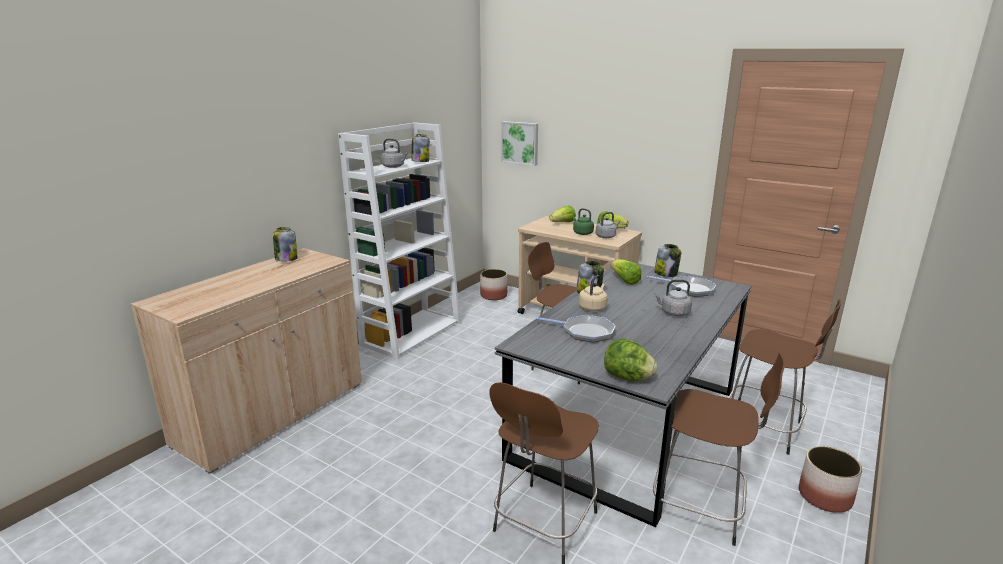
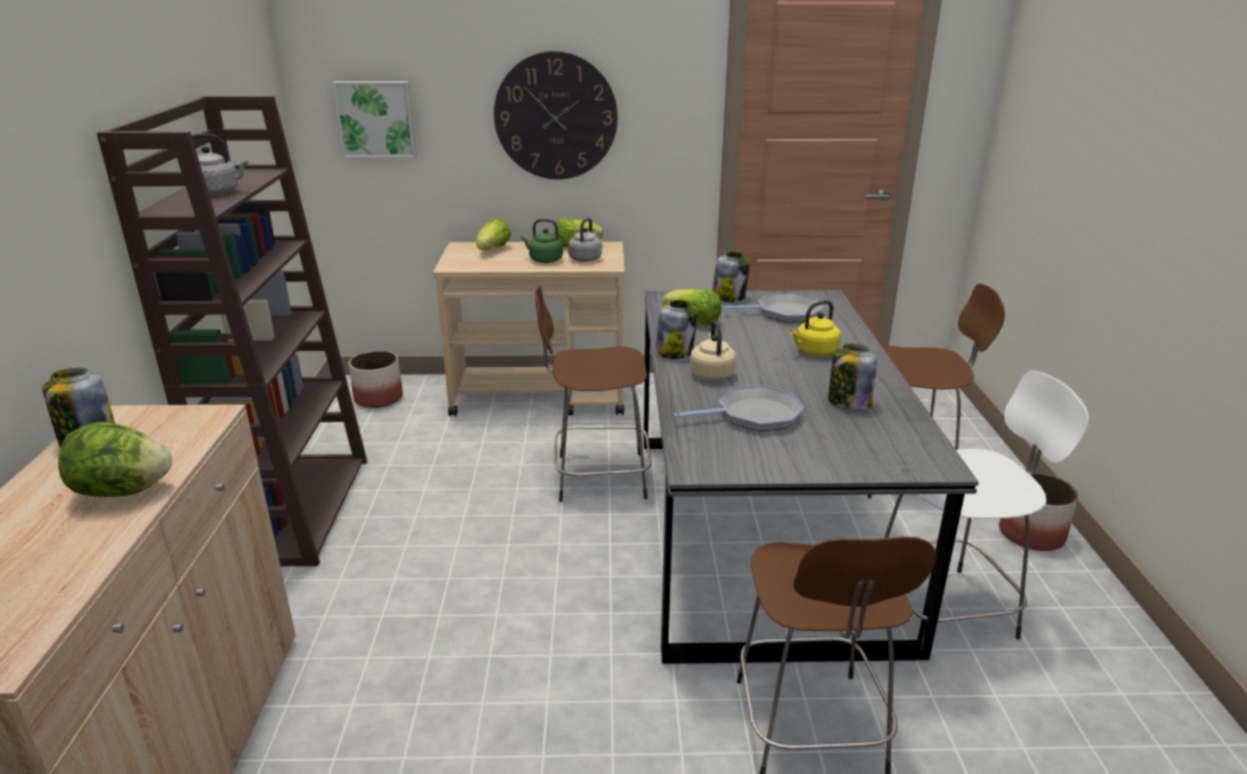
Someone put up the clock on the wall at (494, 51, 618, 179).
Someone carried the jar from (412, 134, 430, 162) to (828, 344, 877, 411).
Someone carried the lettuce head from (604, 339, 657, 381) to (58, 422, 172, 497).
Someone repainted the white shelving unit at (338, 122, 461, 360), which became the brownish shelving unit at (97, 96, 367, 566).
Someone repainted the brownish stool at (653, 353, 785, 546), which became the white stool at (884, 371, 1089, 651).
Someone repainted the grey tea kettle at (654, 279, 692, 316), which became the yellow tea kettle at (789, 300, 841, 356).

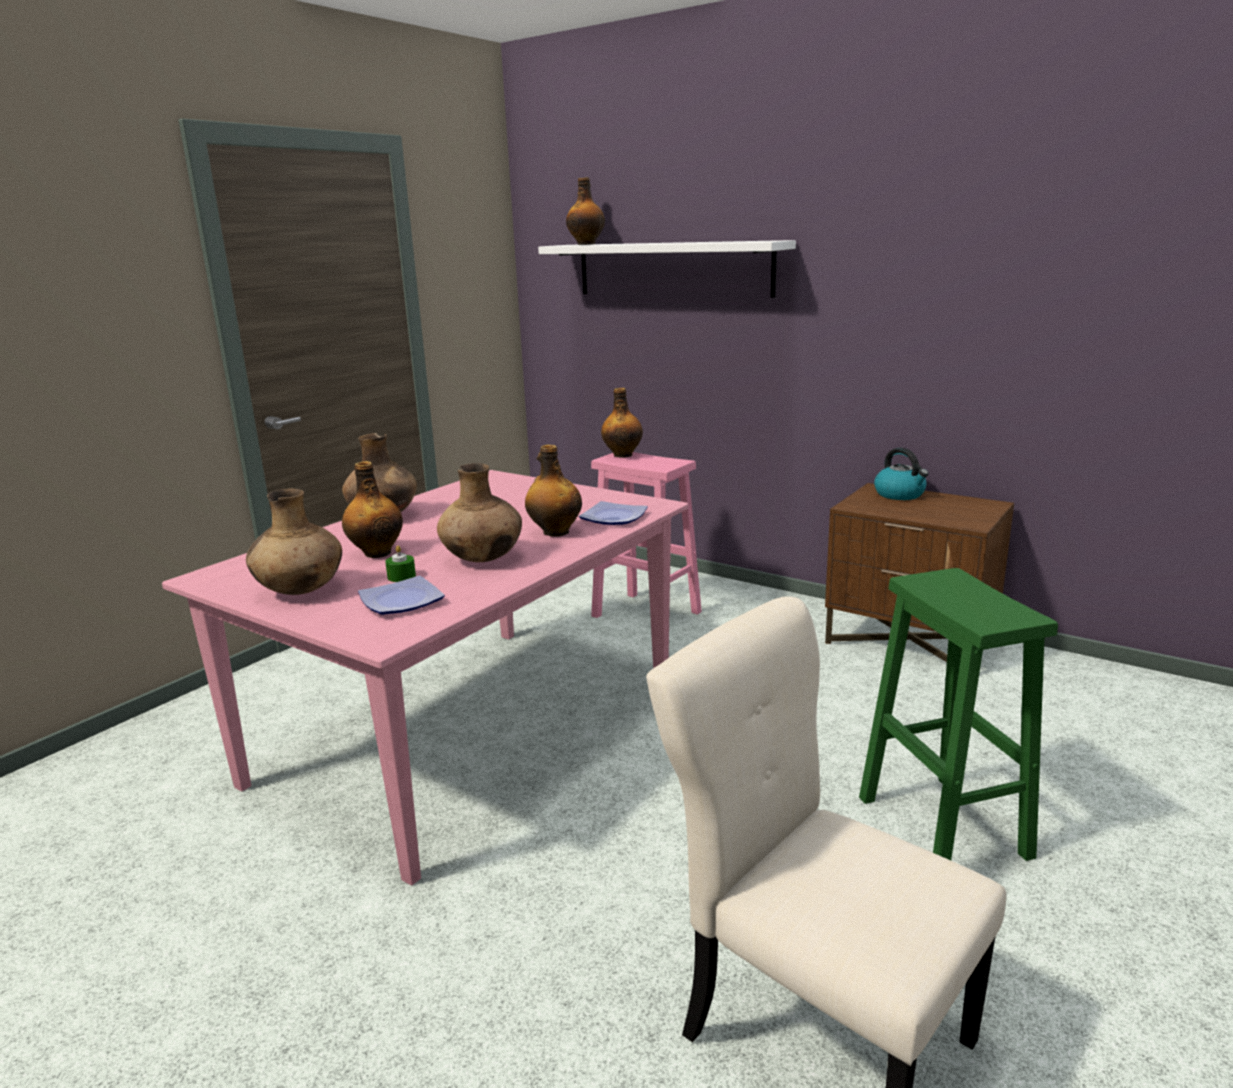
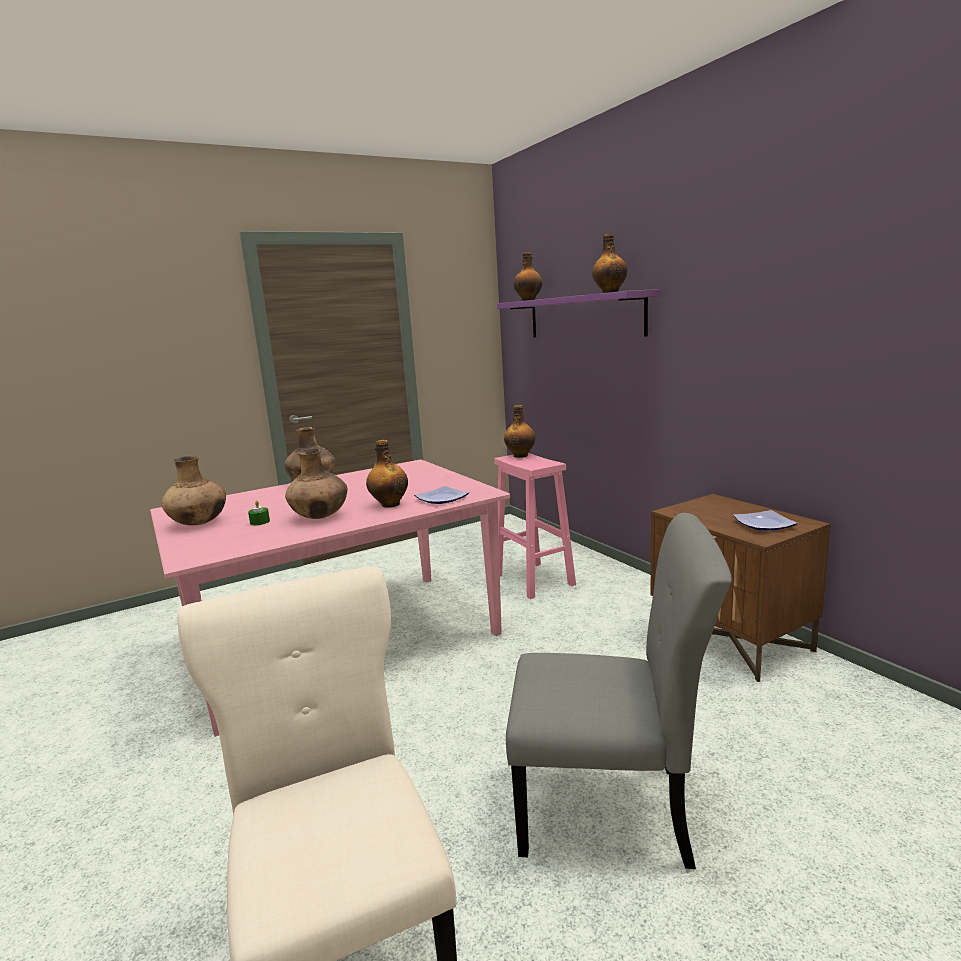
Someone took away the tea kettle at (874, 448, 929, 500).
Someone carried the drink bottle from (342, 461, 403, 558) to (592, 234, 627, 293).
Someone carried the plate from (358, 576, 445, 615) to (733, 510, 798, 530).
Someone swapped the greenish stool at (859, 568, 1058, 861) for the grey plain chair at (506, 513, 732, 869).
Someone repainted the white shelf at (538, 240, 796, 298), which became the purple-coloured shelf at (497, 289, 660, 337).

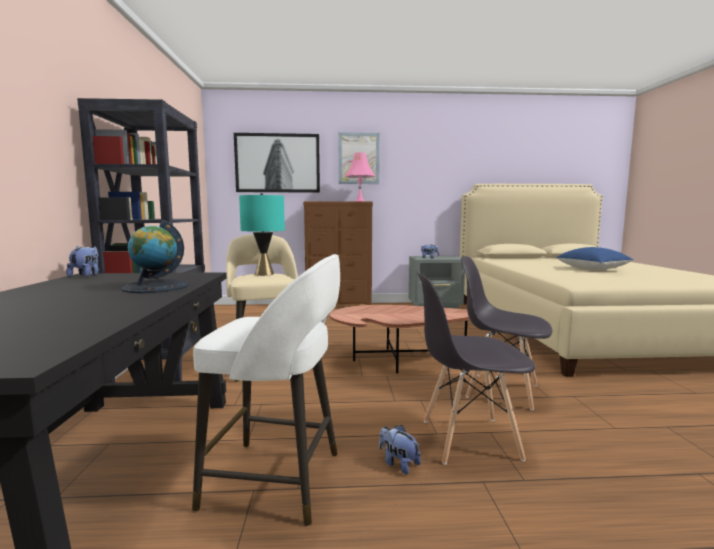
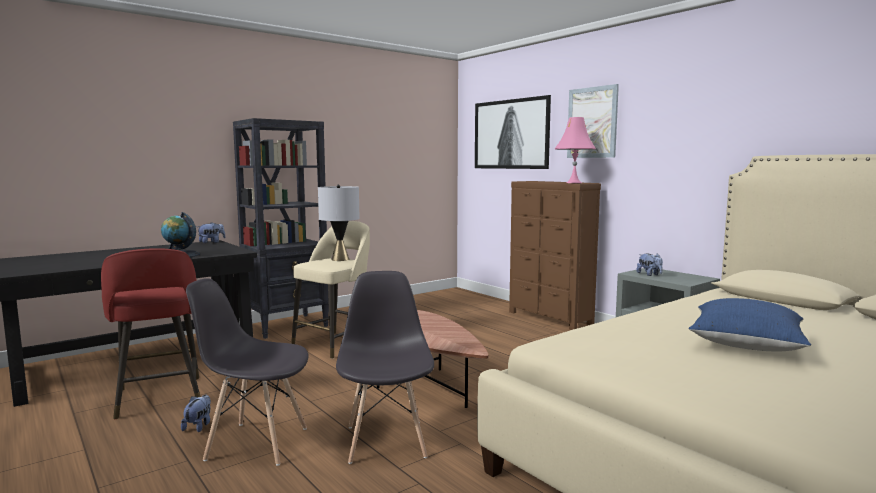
Someone repainted the white stool at (192, 254, 340, 526), which became the red stool at (101, 248, 201, 419).
Someone repainted the turquoise-coloured lamp for a table at (239, 193, 285, 276), which became the grey lamp for a table at (318, 184, 360, 261).
Someone rotated the grey plain chair at (416, 271, 536, 465) by 45 degrees counterclockwise.

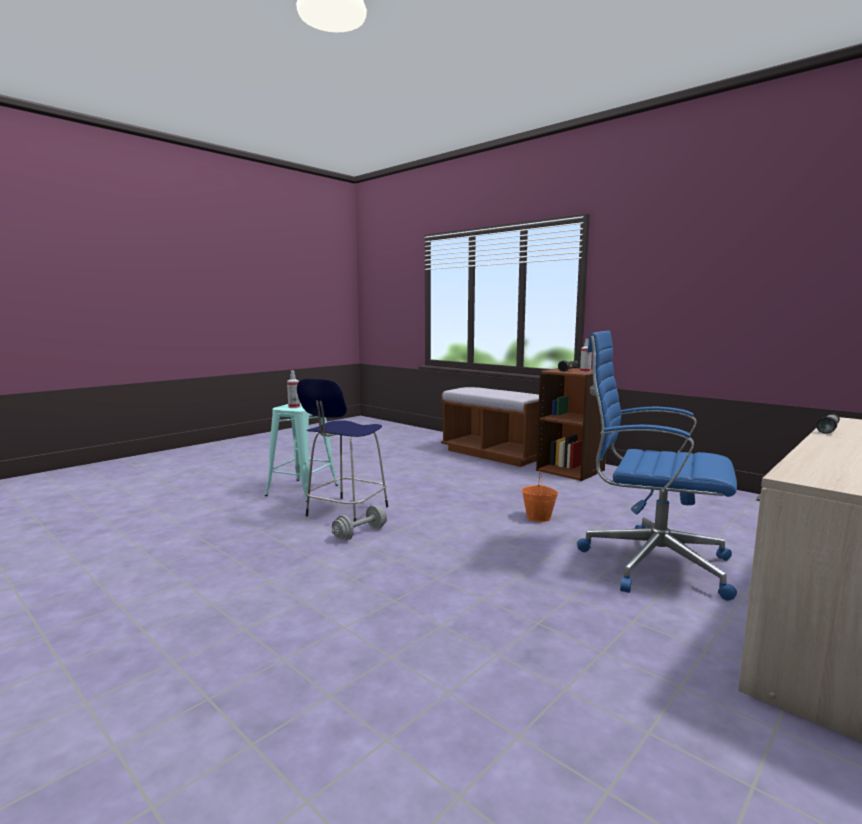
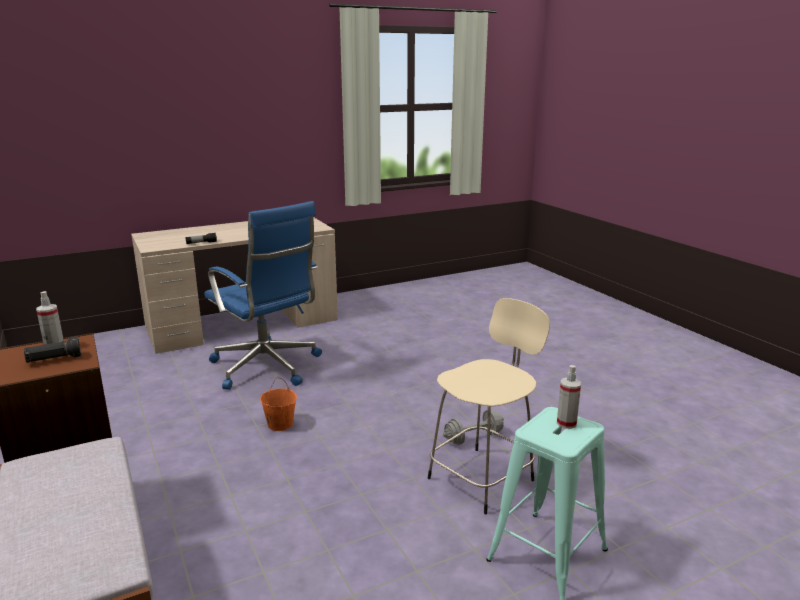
Someone repainted the bluish stool at (297, 378, 388, 522), which became the beige stool at (428, 298, 550, 514).

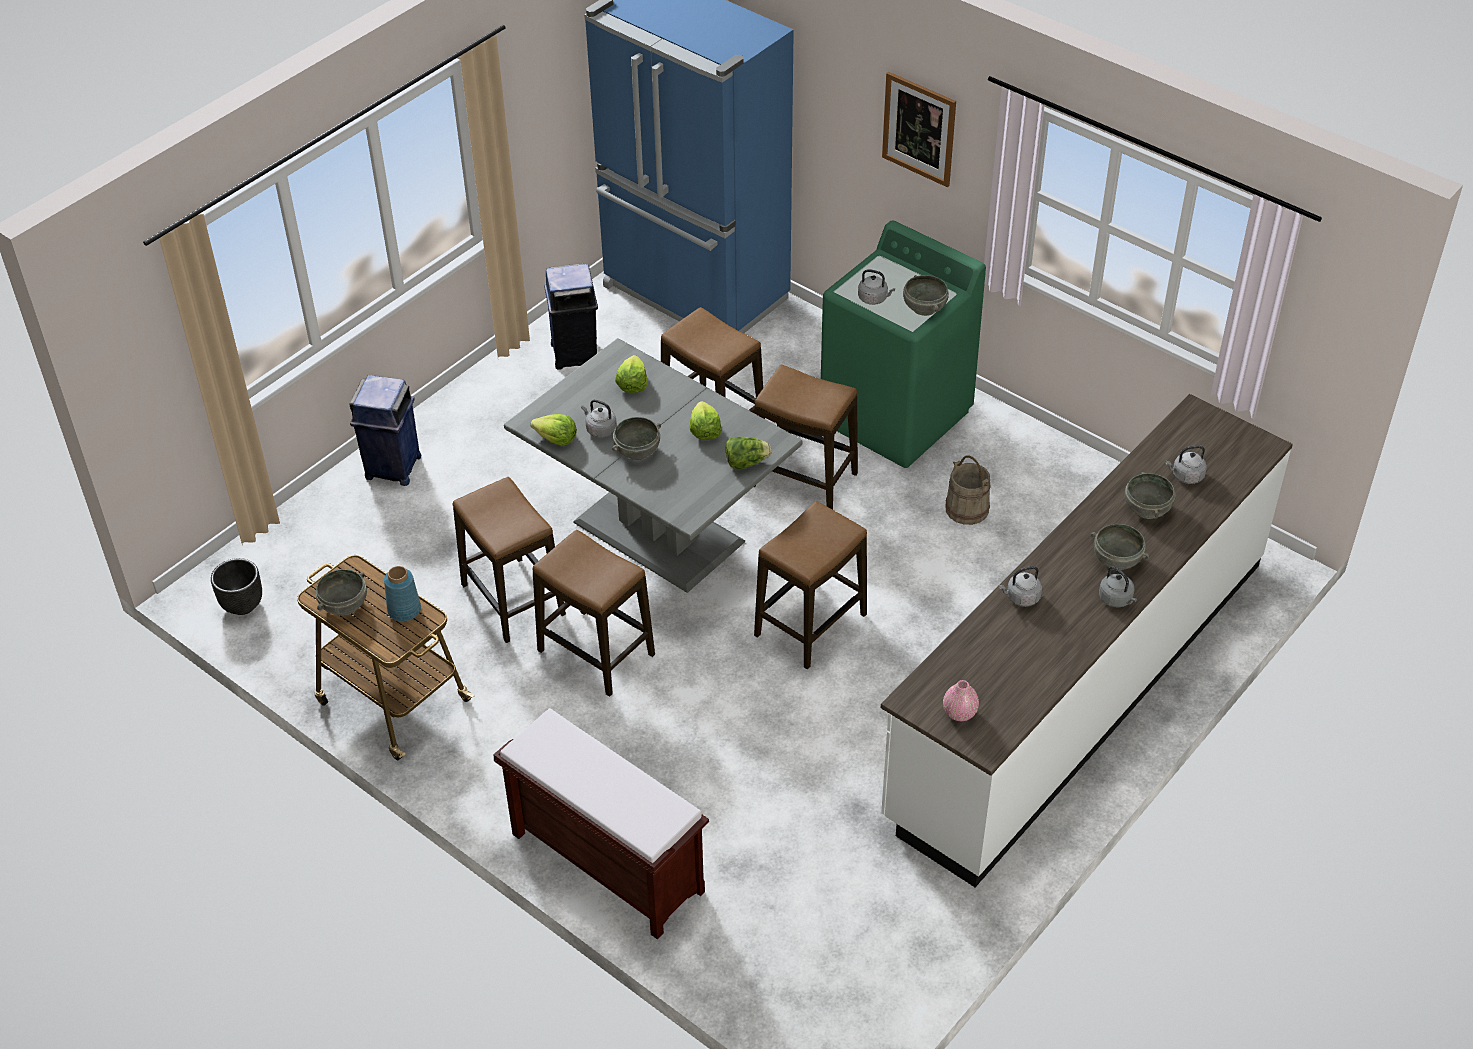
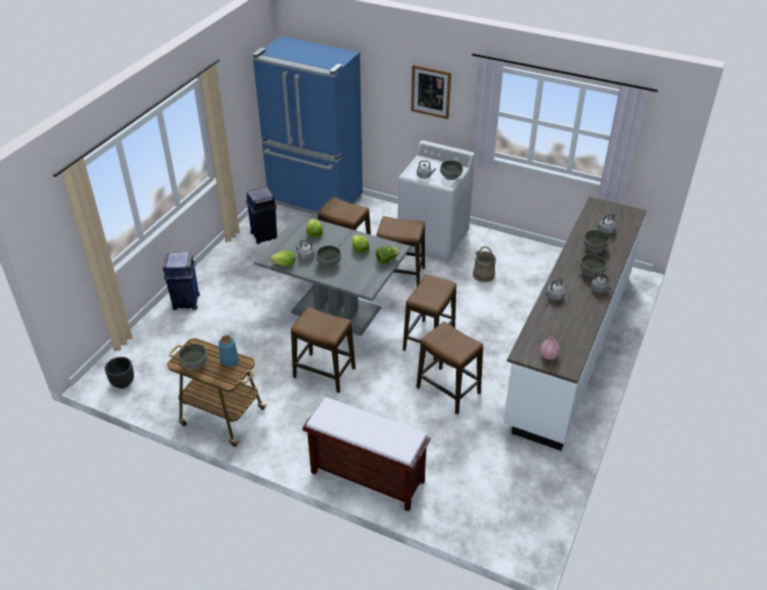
Someone carried the stool from (453, 477, 566, 643) to (416, 321, 483, 414).
Someone repainted the greenish washing machine at (821, 220, 986, 468), which became the white washing machine at (398, 140, 475, 262).

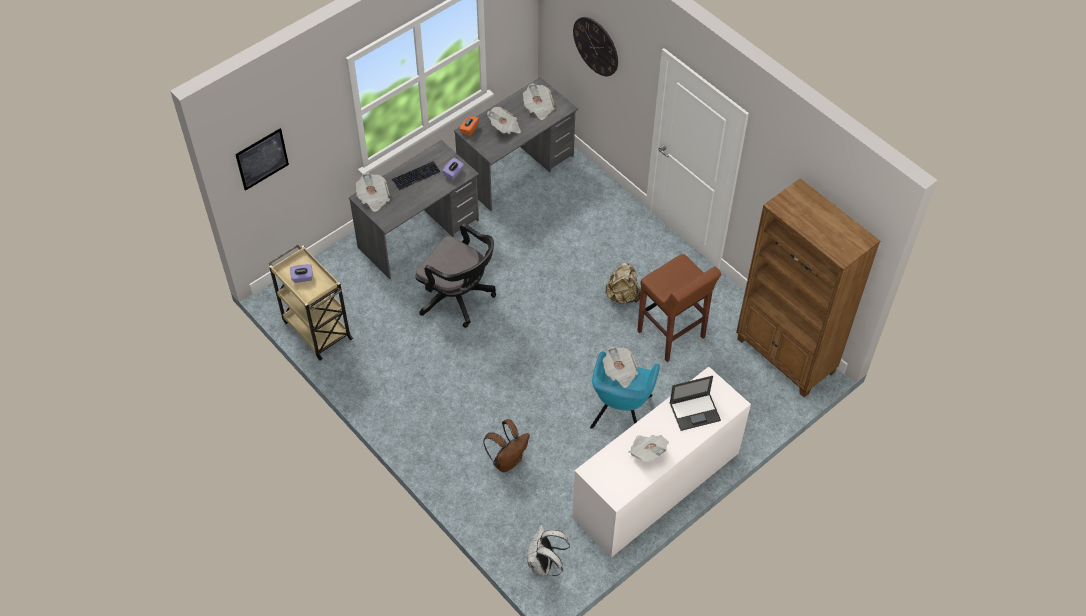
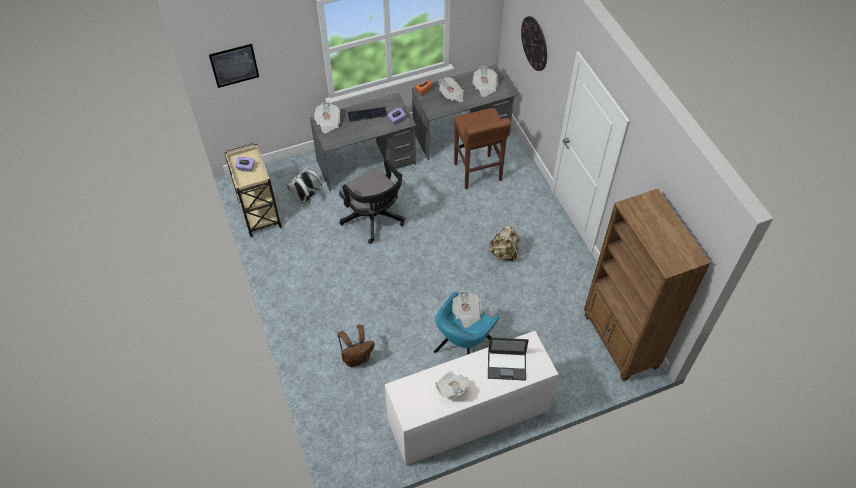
Someone carried the white backpack from (527, 525, 570, 576) to (287, 167, 322, 204).
Someone carried the brownish stool from (637, 254, 721, 362) to (454, 108, 511, 189).

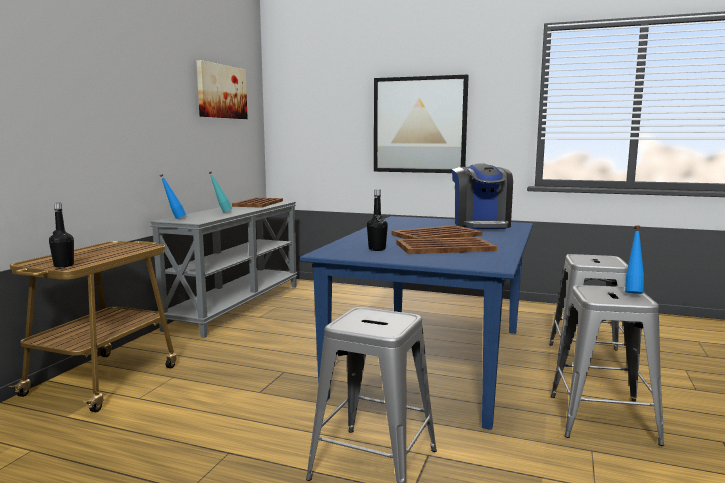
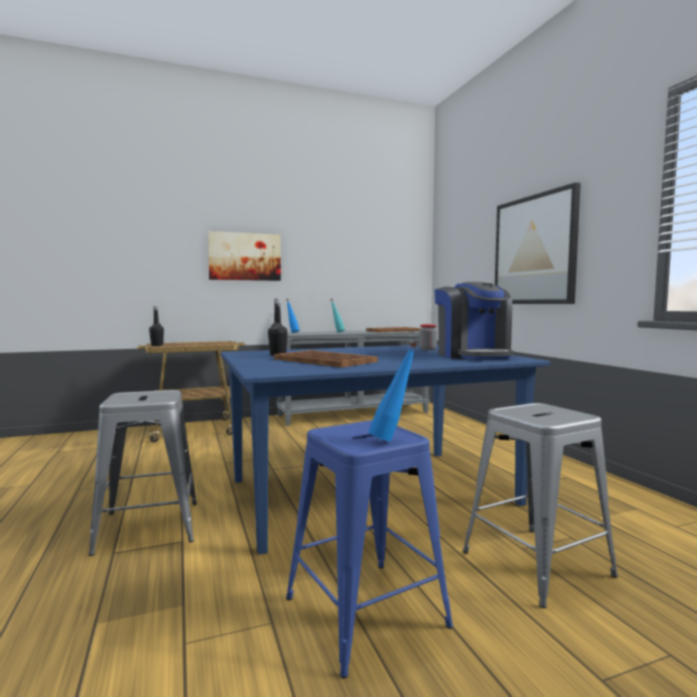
Someone took away the brownish serving tray at (392, 225, 482, 239).
Someone put down the jar at (419, 324, 437, 350).
Someone carried the wall art from (197, 60, 248, 119) to (208, 231, 281, 281).
Someone repainted the grey stool at (551, 285, 664, 446), which became the bluish stool at (286, 420, 453, 678).
Someone rotated the coffee brewer at (452, 164, 513, 229) by 60 degrees counterclockwise.

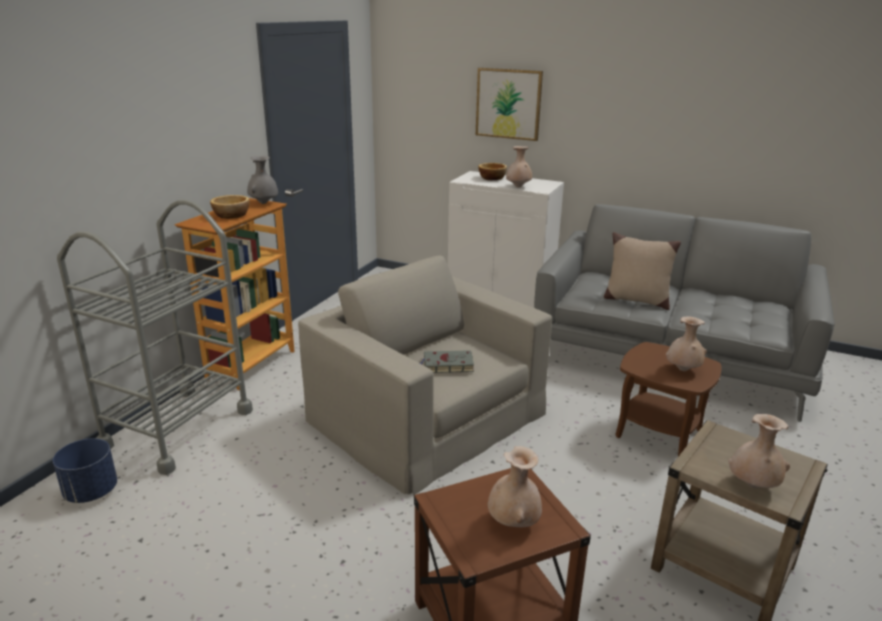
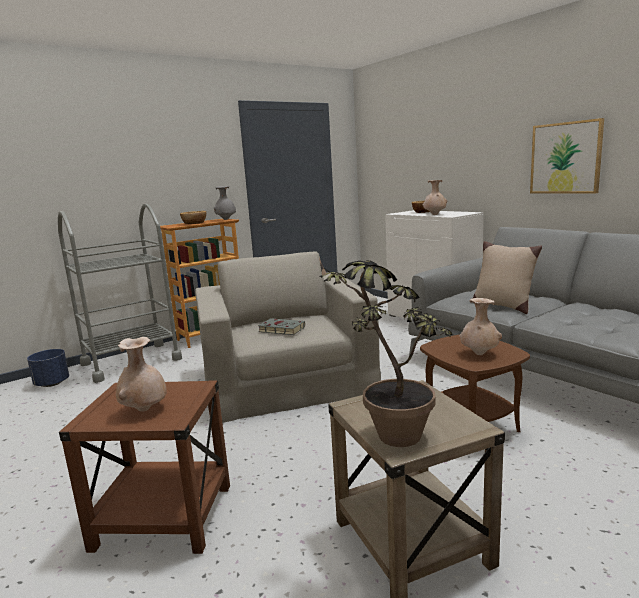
Someone carried the wall art from (476, 68, 543, 141) to (530, 118, 604, 193).
Someone swapped the beige flower vase at (728, 414, 790, 489) for the plant in a pot at (319, 258, 453, 447).

